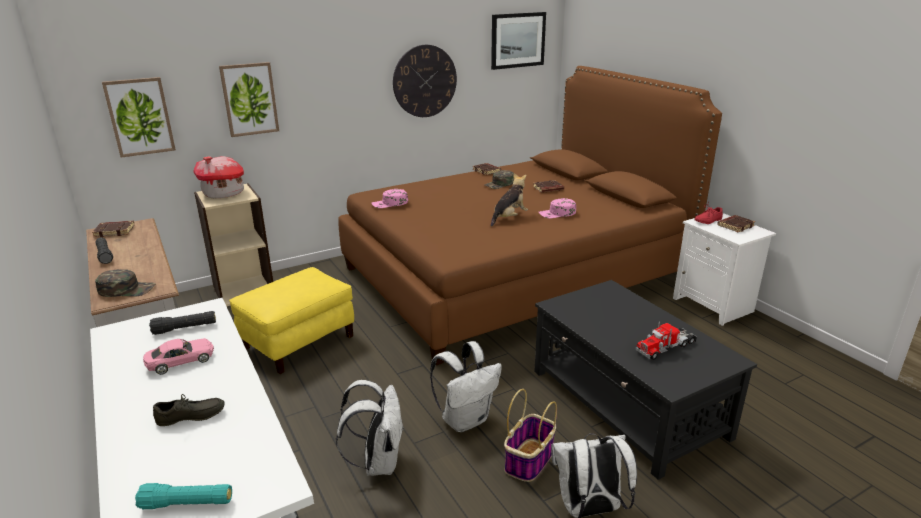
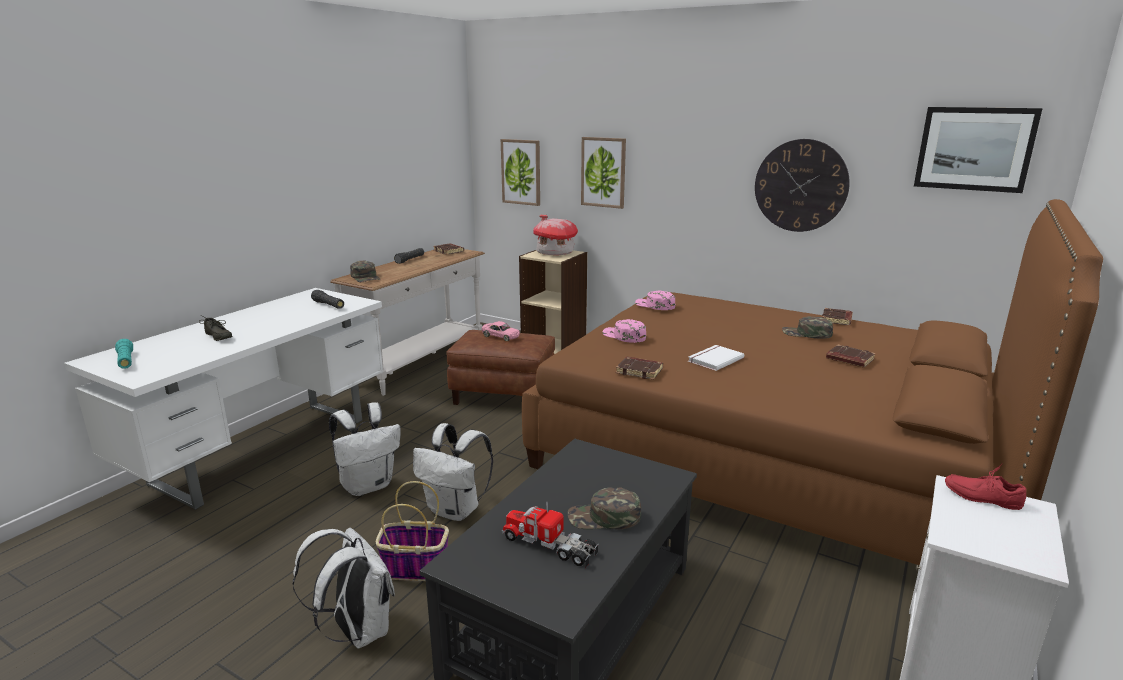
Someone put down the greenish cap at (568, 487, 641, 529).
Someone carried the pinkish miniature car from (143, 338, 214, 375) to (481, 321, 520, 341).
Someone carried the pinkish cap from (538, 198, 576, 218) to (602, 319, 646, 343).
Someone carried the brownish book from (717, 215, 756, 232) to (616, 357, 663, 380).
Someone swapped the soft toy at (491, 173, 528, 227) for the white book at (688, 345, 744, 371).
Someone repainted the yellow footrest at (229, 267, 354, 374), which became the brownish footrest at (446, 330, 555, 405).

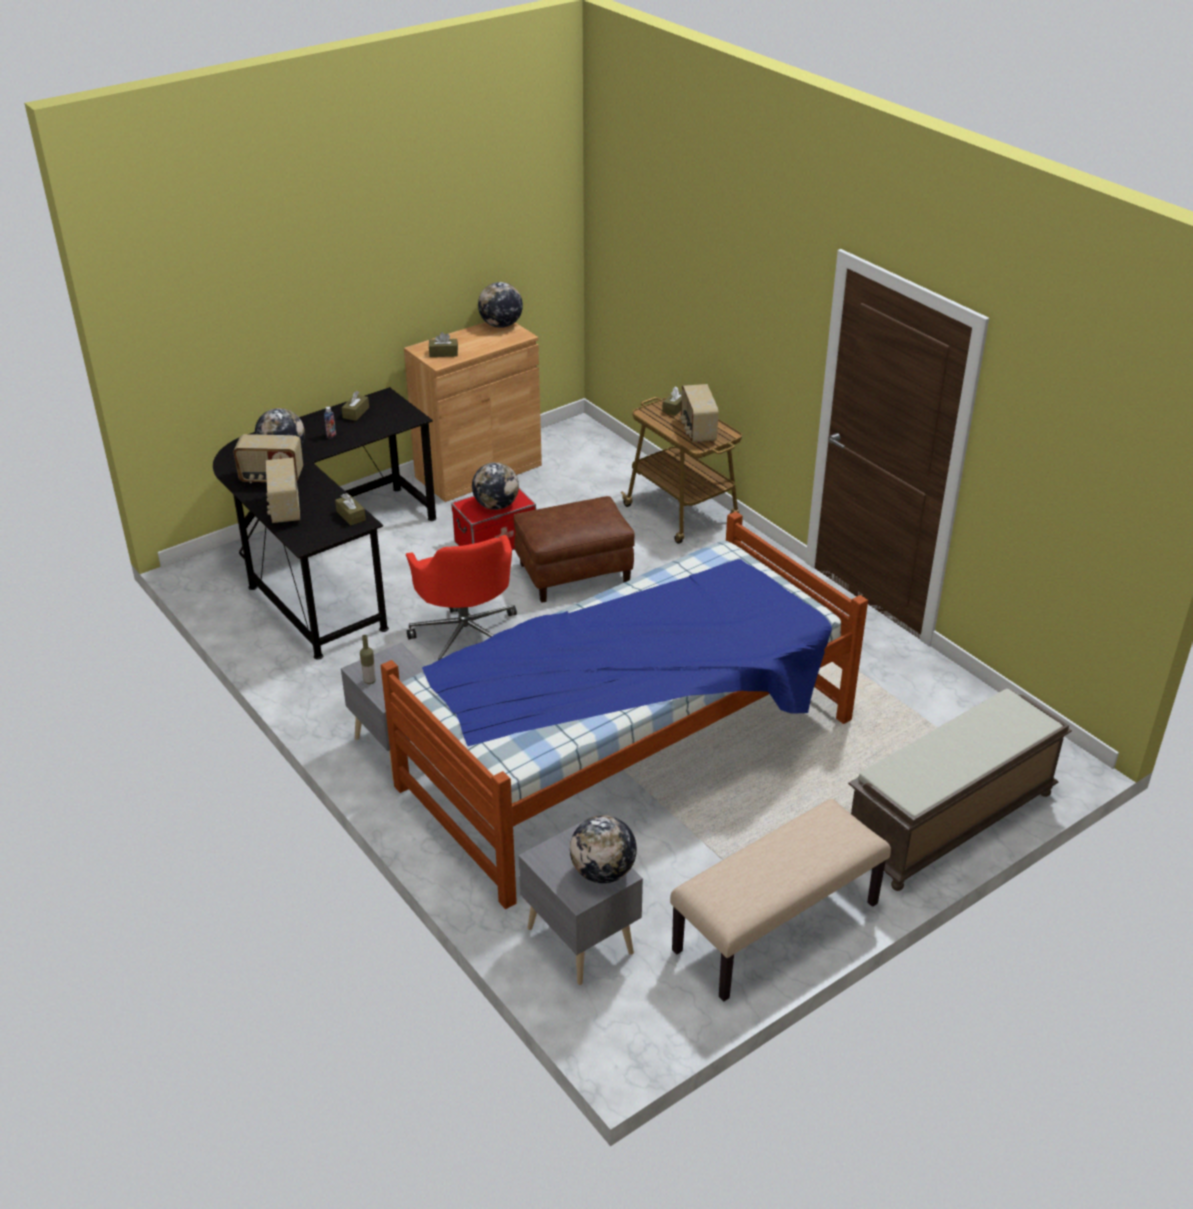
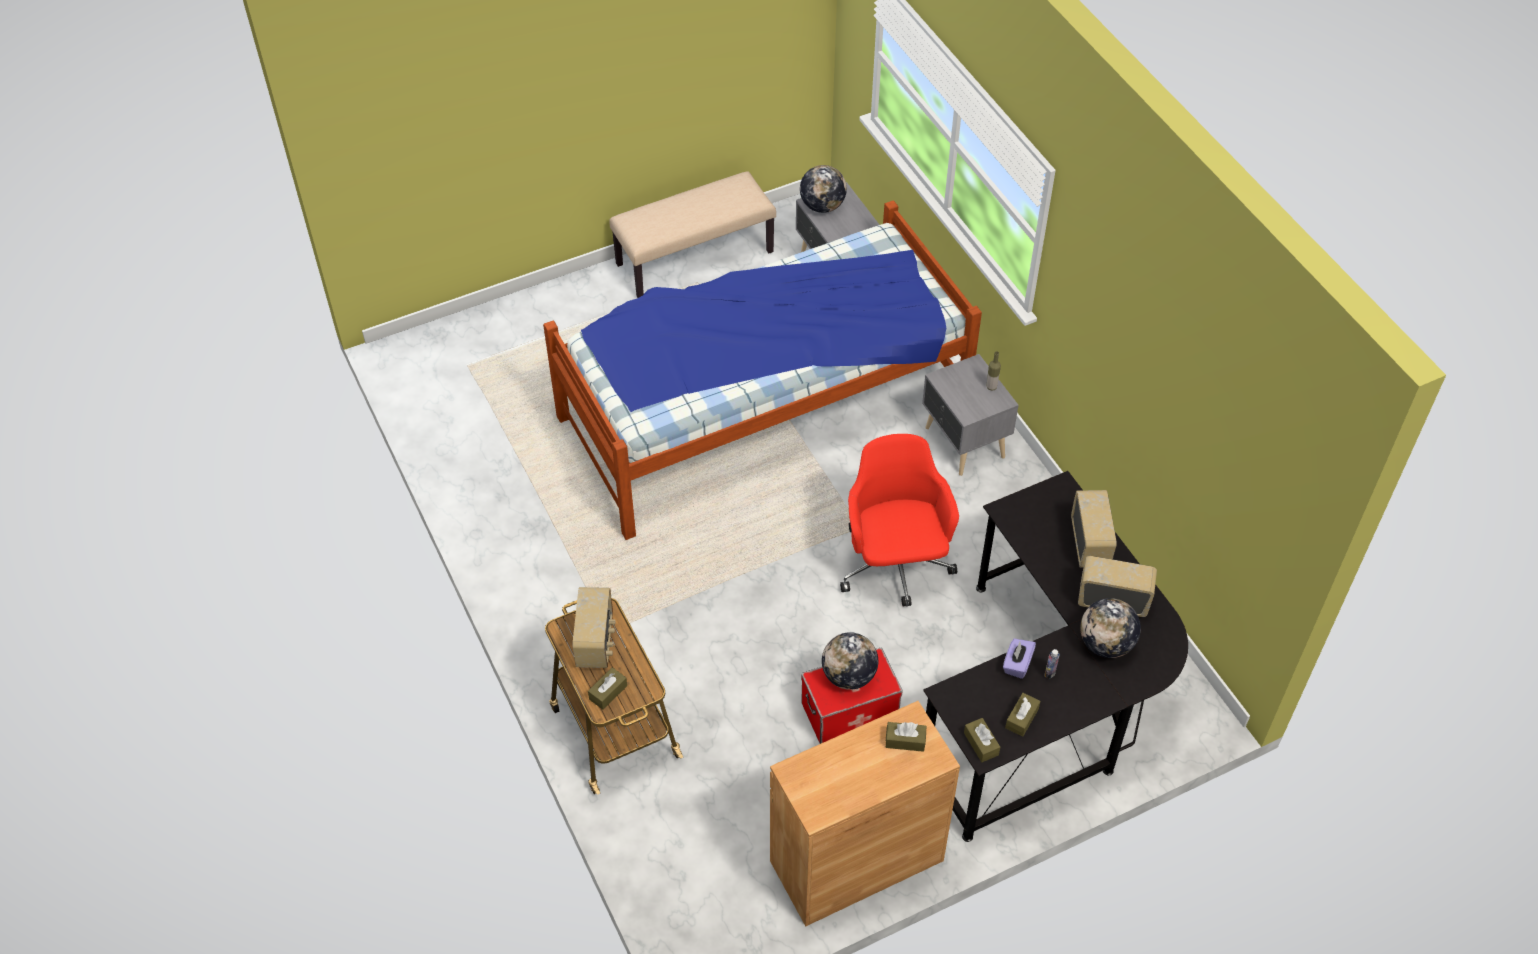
Someone took away the world globe at (478, 282, 523, 328).
Someone took away the brownish footrest at (514, 496, 635, 603).
Someone took away the brownish indoor bench at (848, 689, 1072, 891).
Someone put down the purple-coloured tissue holder at (1003, 639, 1036, 679).
Someone carried the brownish tissue holder from (335, 493, 366, 525) to (964, 718, 1000, 762).

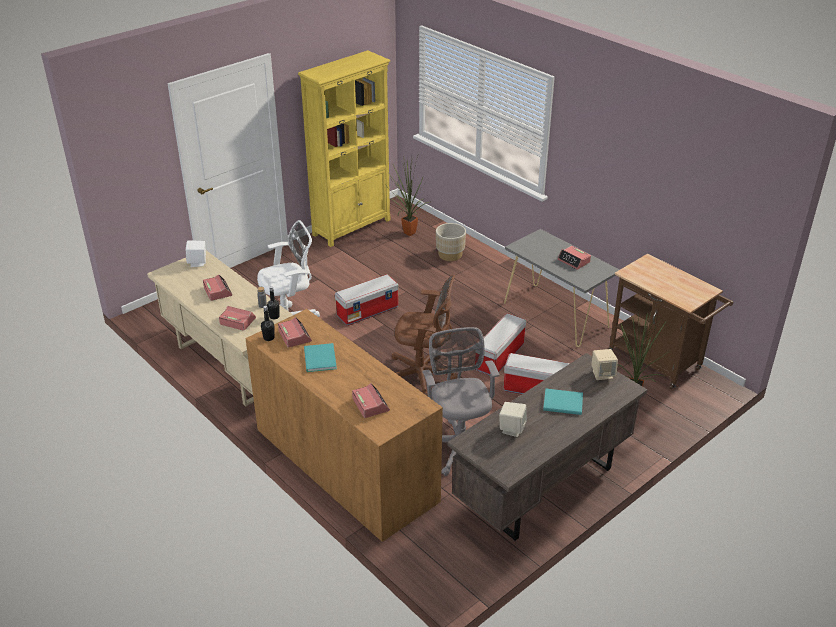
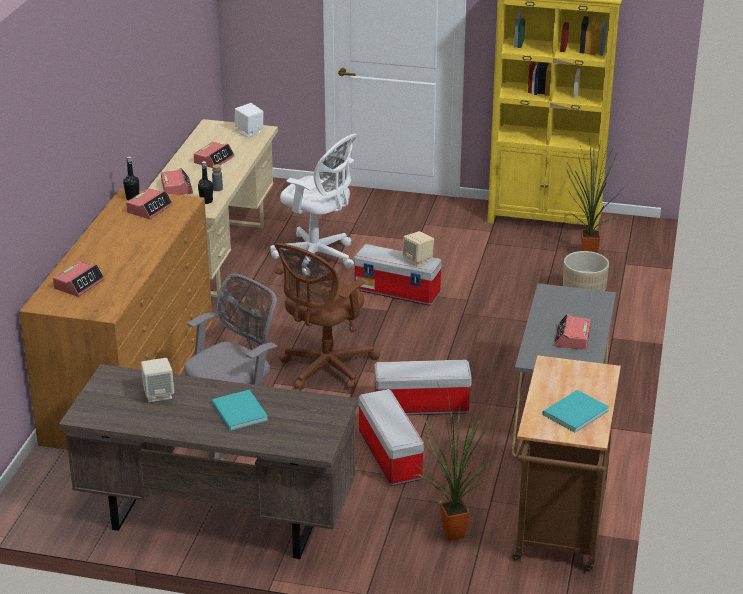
Someone carried the turquoise-coloured book from (304, 343, 337, 372) to (542, 390, 609, 433).
Someone carried the beige loudspeaker from (591, 349, 618, 380) to (402, 231, 434, 267).
Someone rotated the brownish office chair at (392, 275, 458, 396) by 60 degrees clockwise.

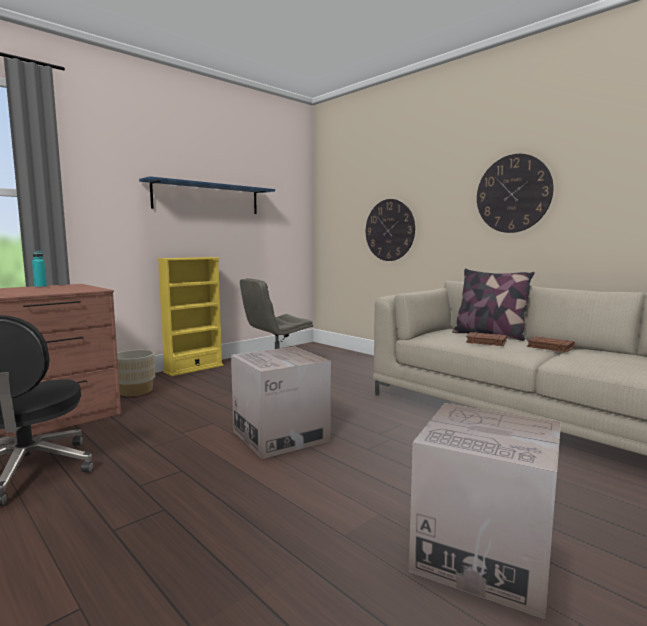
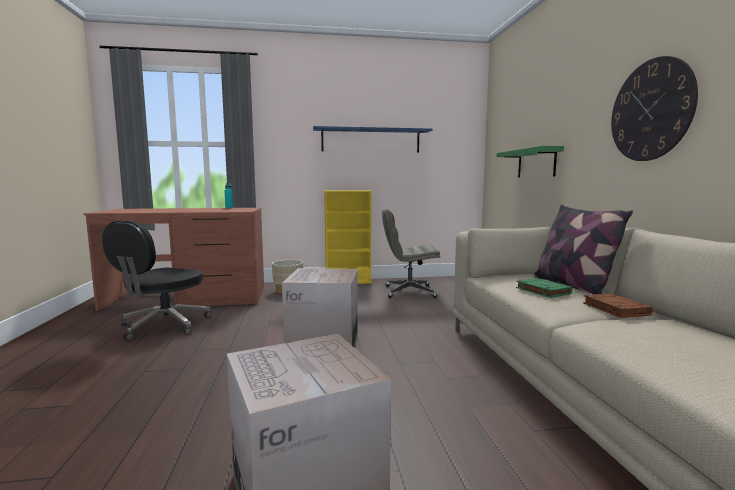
Someone swapped the clock on the wall at (366, 199, 415, 261) for the greenish shelf at (497, 146, 564, 178).
Someone repainted the brownish book at (466, 332, 507, 346), which became the greenish book at (516, 278, 573, 298).

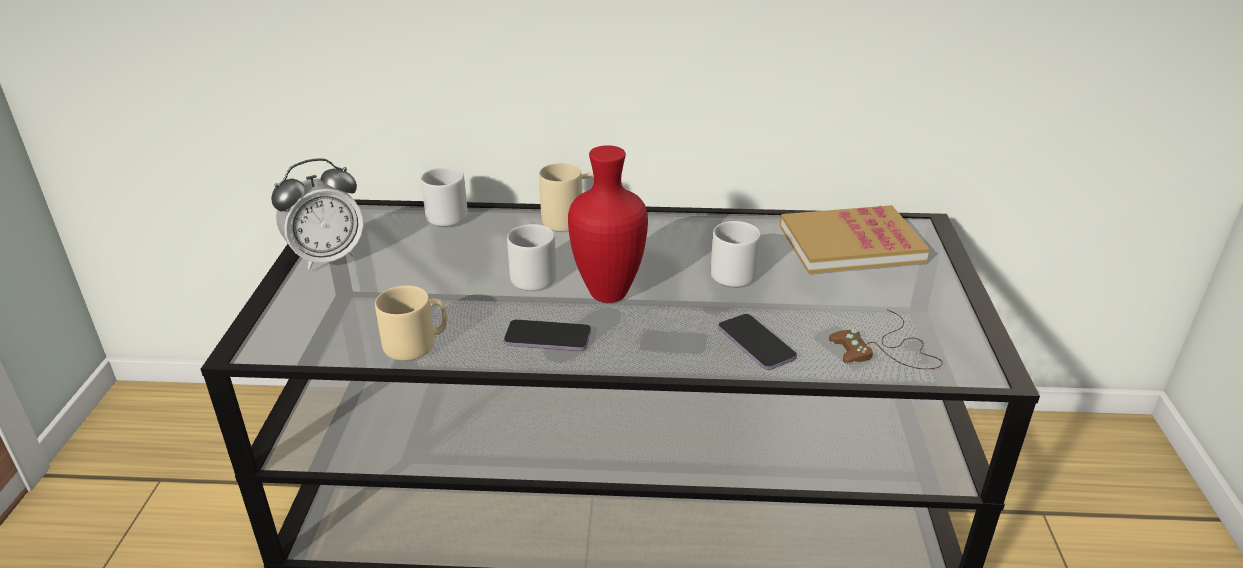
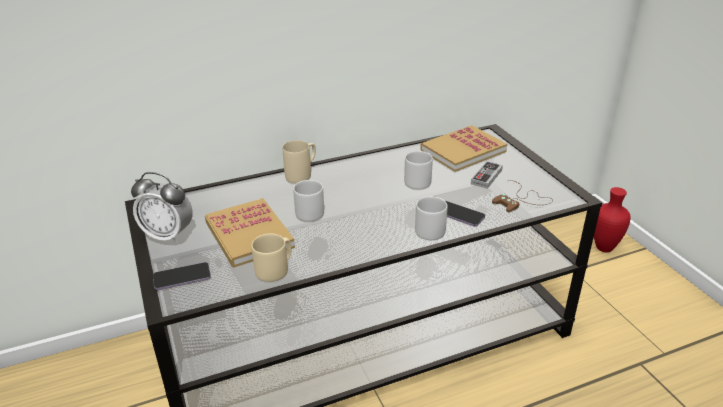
Someone put down the book at (205, 198, 295, 267).
Someone put down the game controller at (471, 161, 503, 189).
Someone carried the grey tea mug from (421, 167, 468, 226) to (415, 196, 448, 240).
Someone carried the handset from (504, 319, 591, 351) to (153, 262, 211, 290).
Someone carried the red flower vase from (568, 145, 648, 303) to (594, 187, 631, 252).
Someone rotated the table clock at (271, 158, 364, 270) by 75 degrees clockwise.

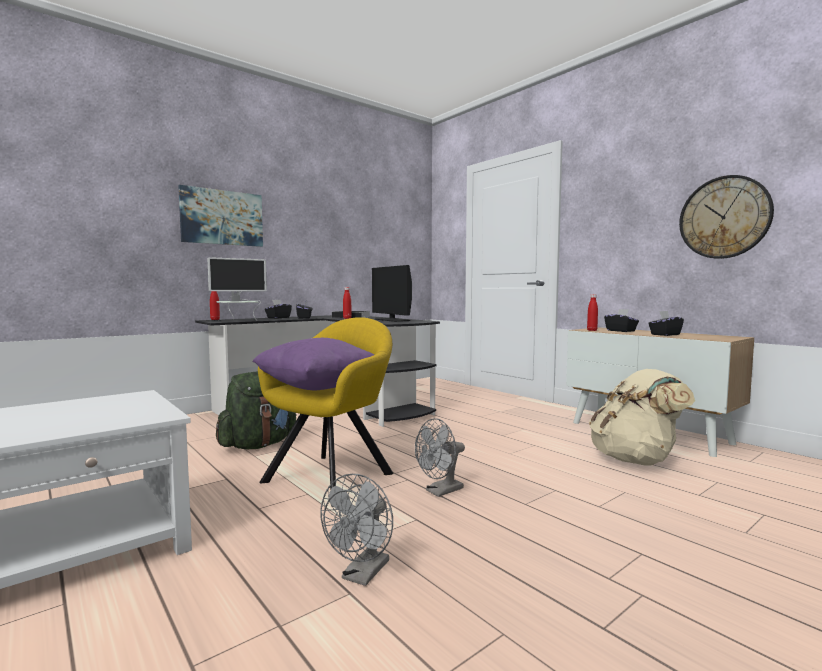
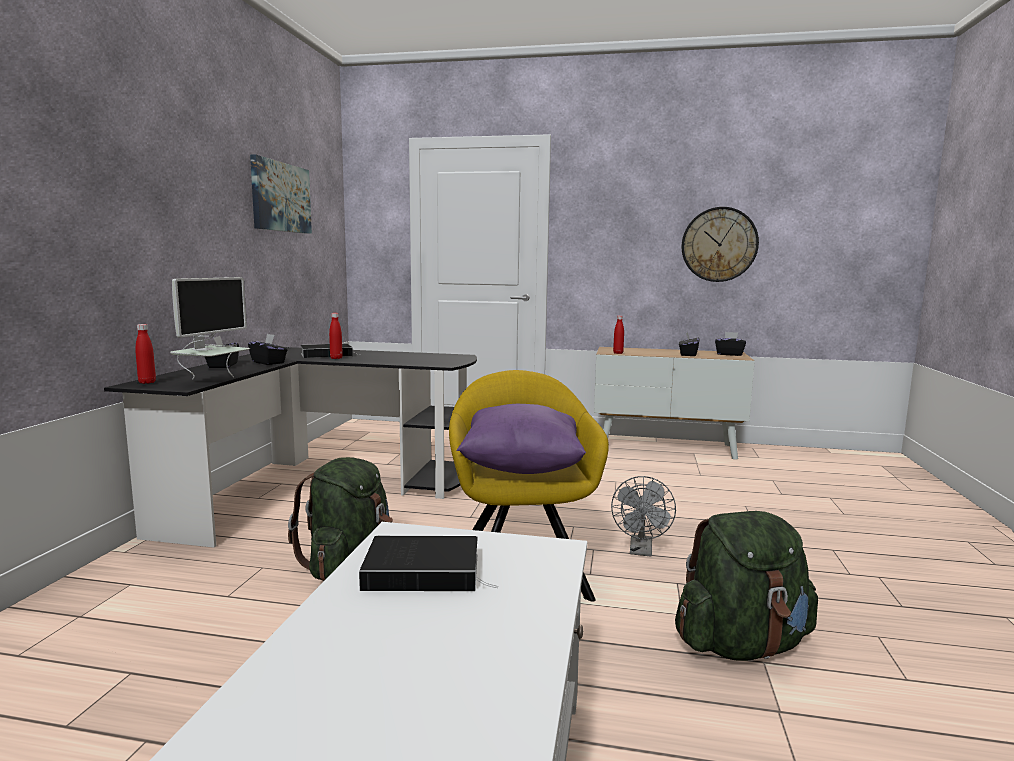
Someone took away the computer screen at (372, 265, 412, 322).
Someone took away the beige backpack at (589, 369, 695, 466).
Someone put down the book at (359, 536, 498, 591).
Someone carried the wall art from (178, 185, 263, 247) to (250, 154, 312, 234).
Someone carried the blackish tissue holder from (604, 309, 639, 332) to (715, 332, 746, 356).
Someone swapped the grey electric fan at (320, 474, 393, 586) for the greenish backpack at (675, 511, 818, 661).

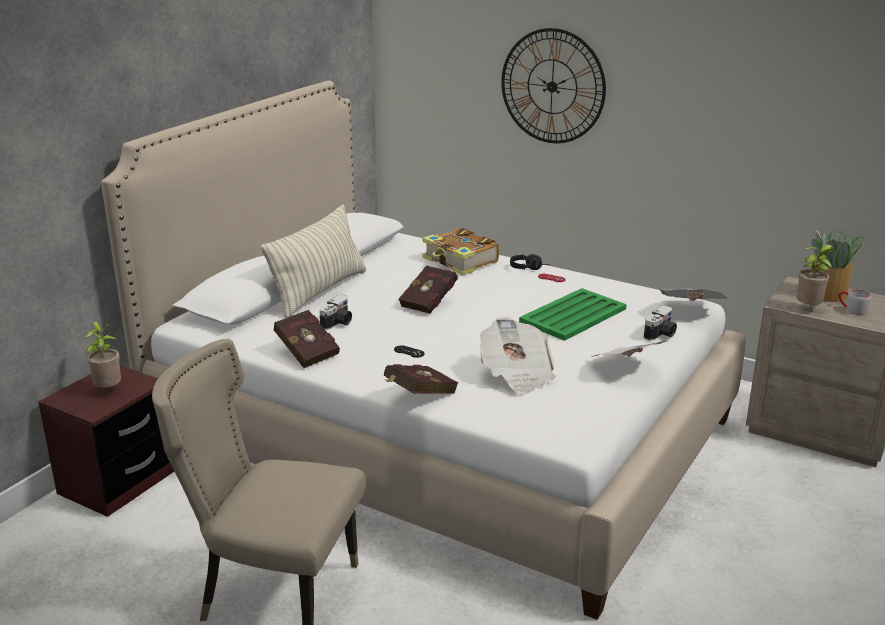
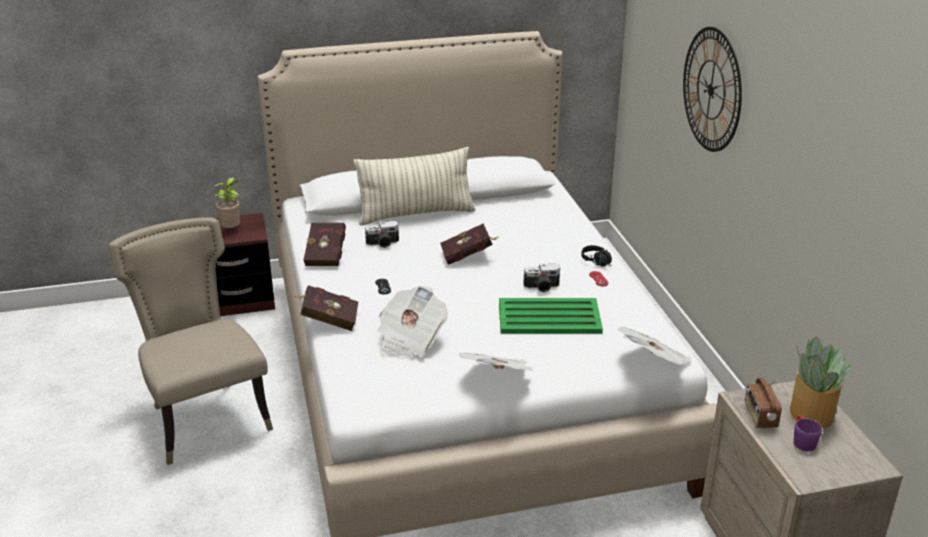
Someone took away the book at (422, 228, 499, 275).
Someone carried the photo camera from (644, 305, 677, 341) to (523, 264, 560, 292).
Someone swapped the plant in a pot at (797, 244, 837, 305) for the radio set at (745, 378, 782, 428).
Someone repainted the grey tea mug at (838, 289, 871, 315), which became the purple-coloured tea mug at (794, 415, 822, 451).

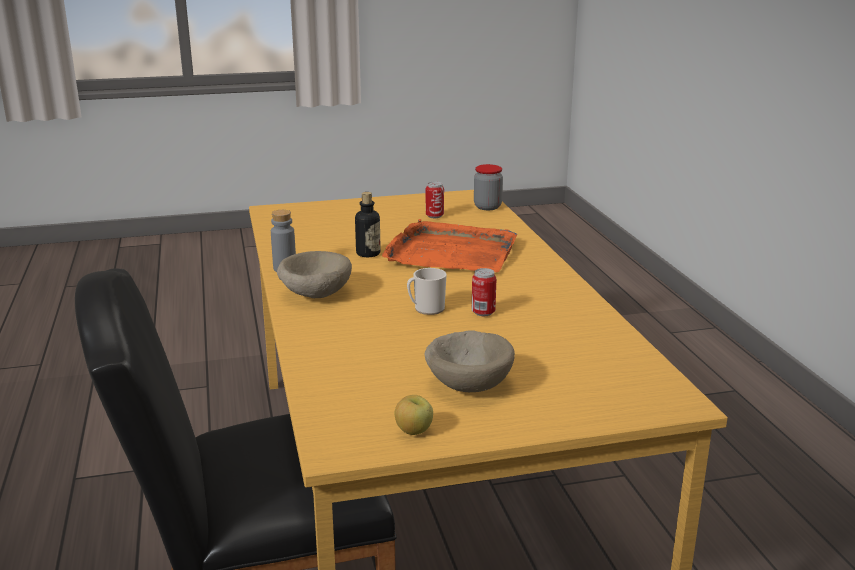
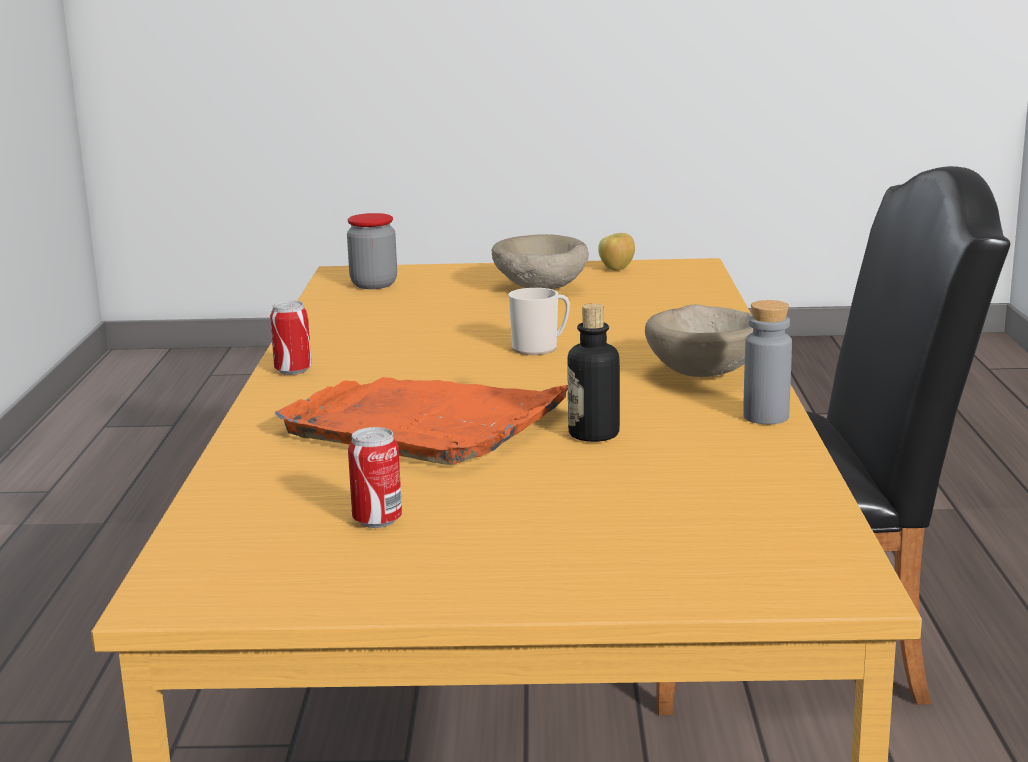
Someone carried the can from (472, 268, 496, 316) to (270, 300, 311, 375).
Someone carried the jar from (474, 164, 503, 210) to (347, 213, 397, 289).

